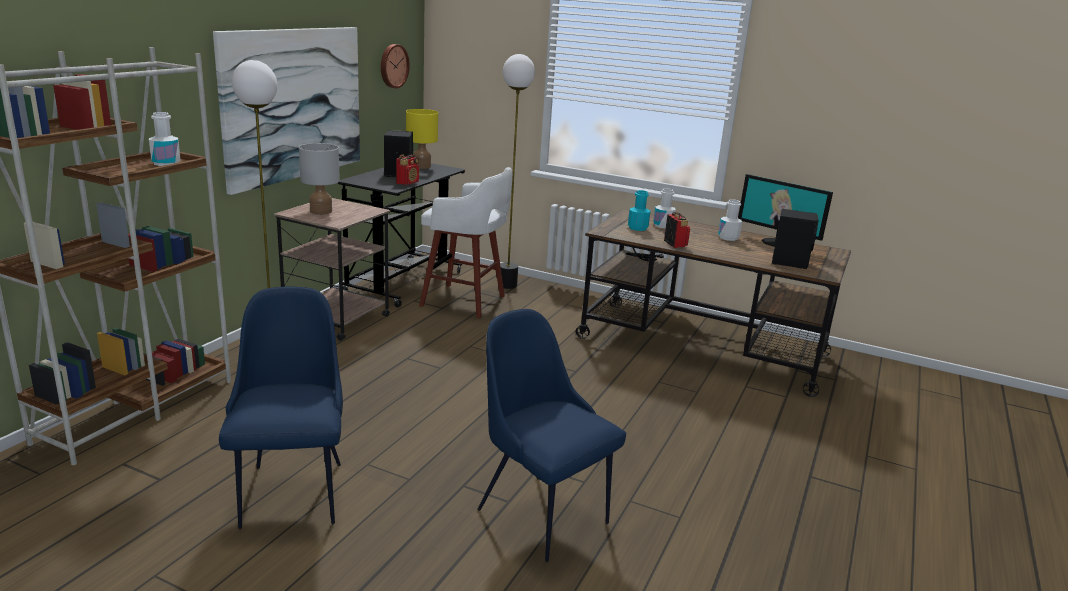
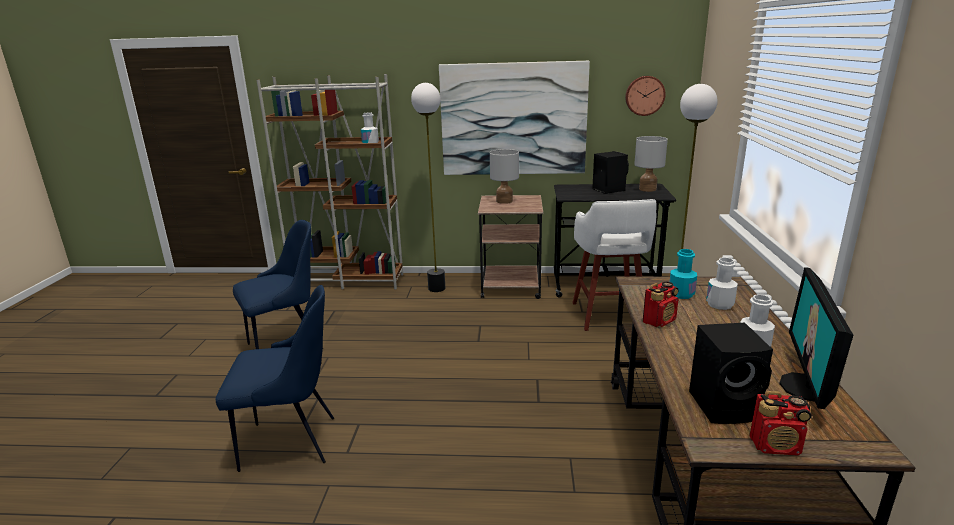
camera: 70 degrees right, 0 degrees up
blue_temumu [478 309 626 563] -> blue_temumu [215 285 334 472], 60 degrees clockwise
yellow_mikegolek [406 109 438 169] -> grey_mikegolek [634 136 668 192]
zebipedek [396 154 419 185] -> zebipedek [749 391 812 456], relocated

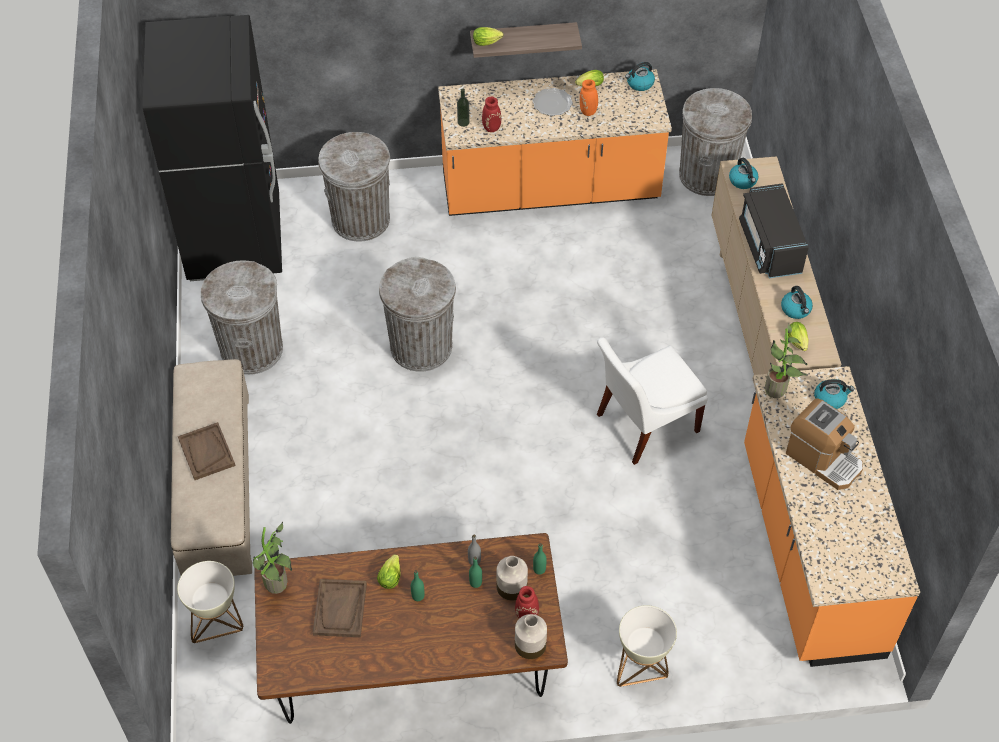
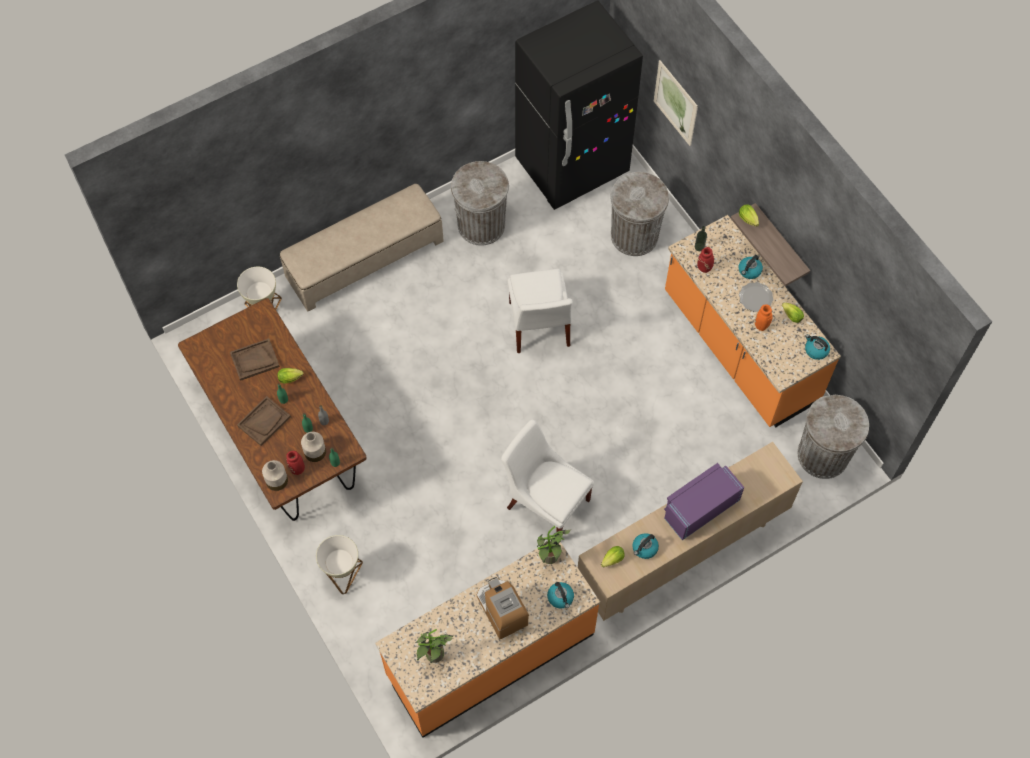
camera: 65 degrees right, 10 degrees up
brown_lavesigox [178 422 236 480] -> brown_lavesigox [237 396 291 446], relocated
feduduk [253 522 292 594] -> feduduk [416 629 454 663], relocated
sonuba [786 399 863 490] -> sonuba [477 577 529 640], 135 degrees clockwise
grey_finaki [379 257 456 372] -> white_temumu [508 269 573 353]
none -> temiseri [654 60 698 146]
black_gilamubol [739 183 809 278] -> purple_gilamubol [664 463 744 540]
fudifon [729 158 758 189] -> fudifon [739 255 763 279], relocated

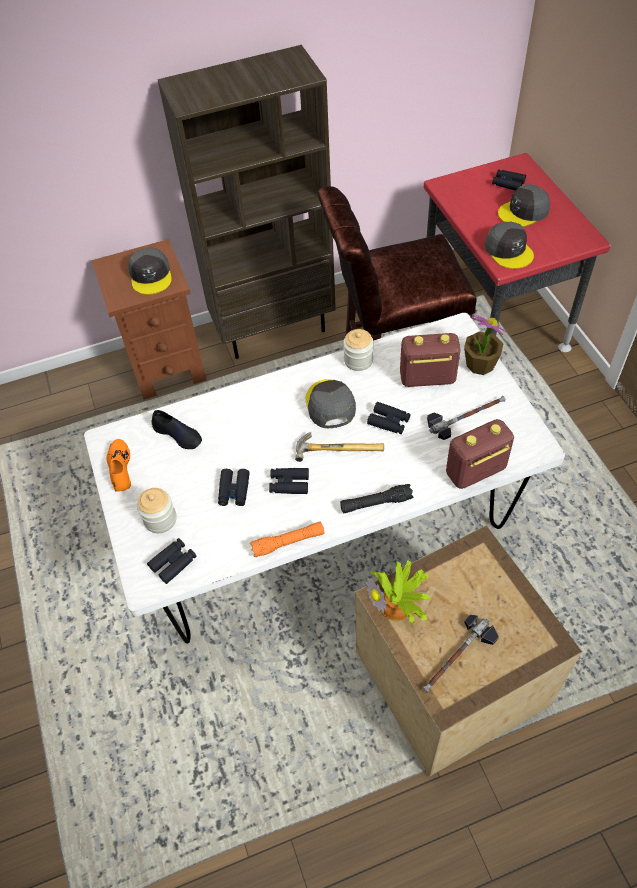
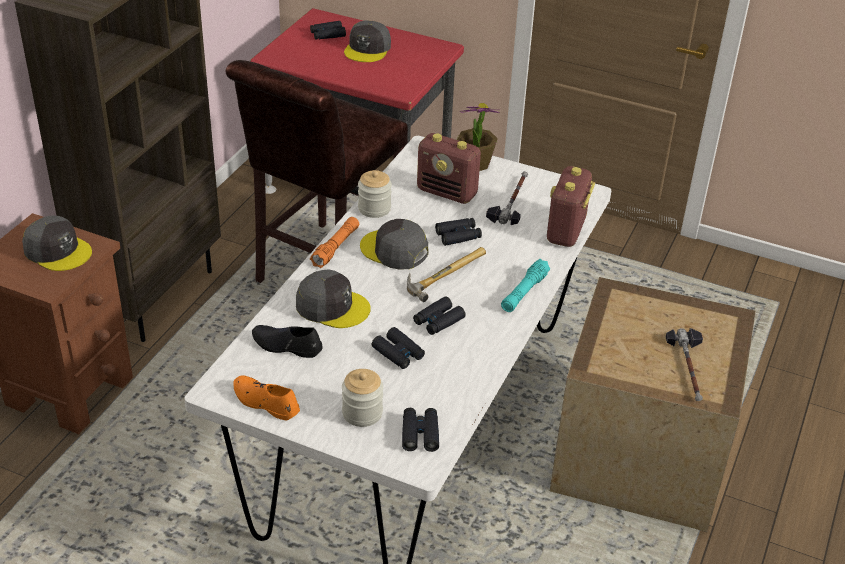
camera: 50 degrees left, 15 degrees down
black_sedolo [151 410 202 449] -> black_sedolo [252 325 323 358], 150 degrees counterclockwise
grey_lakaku [484 222 534 269] -> grey_lakaku [296 269 371 328], relocated
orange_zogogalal [250 521 325 557] -> orange_zogogalal [310 217 359 268], relocated
zebipedek [400 333 461 387] -> zebipedek [417 133 481 204], 105 degrees counterclockwise
black_zogogalal [340 484 414 514] -> turquoise_zogogalal [501 259 550 312]
feduduk [366 560 430 623] -> none

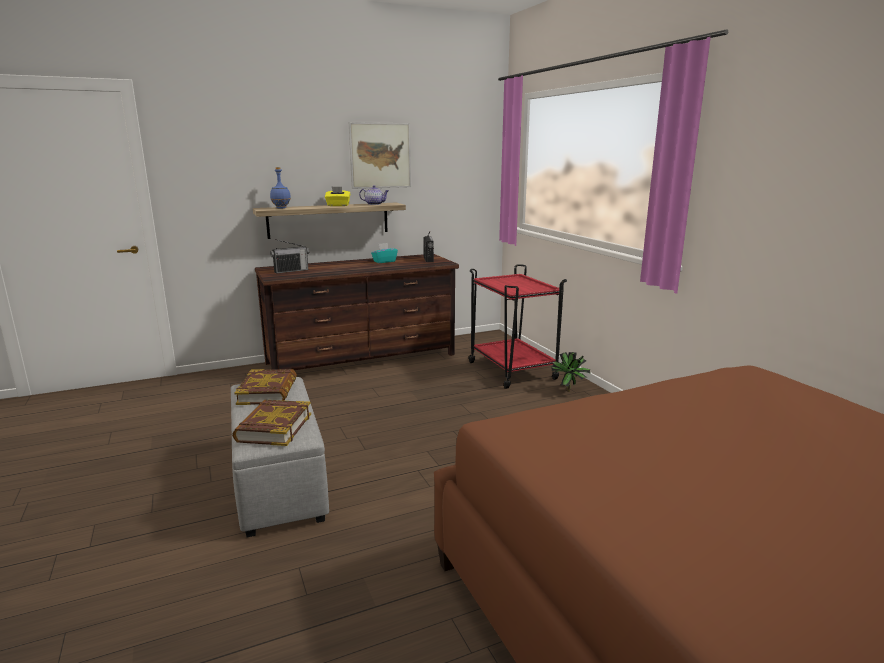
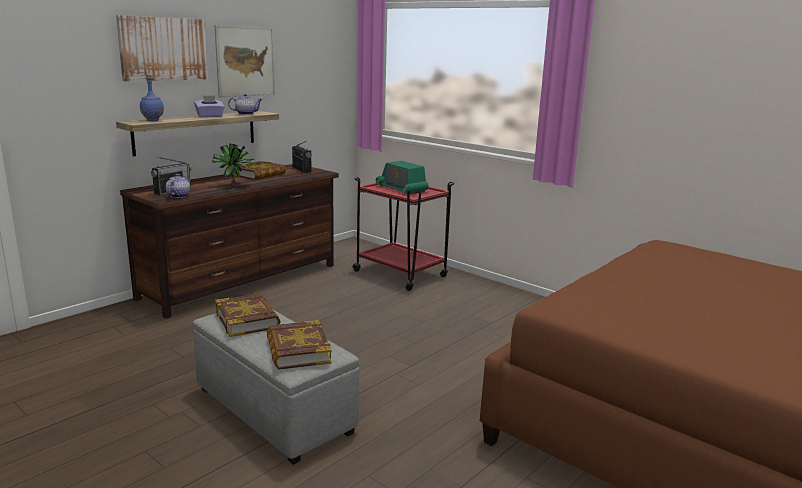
camera: 25 degrees left, 0 degrees up
none -> temiseri [116 15 208 82]
none -> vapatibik [166 174 190 198]
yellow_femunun [325 186 351 206] -> purple_femunun [194 95 224 117]
feduduk [551 352 591 392] -> feduduk [212 143 254 186], relocated
turquoise_femunun [371 243 398 263] -> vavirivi [235 161 286 180]
none -> zebipedek [376 161 429 194]

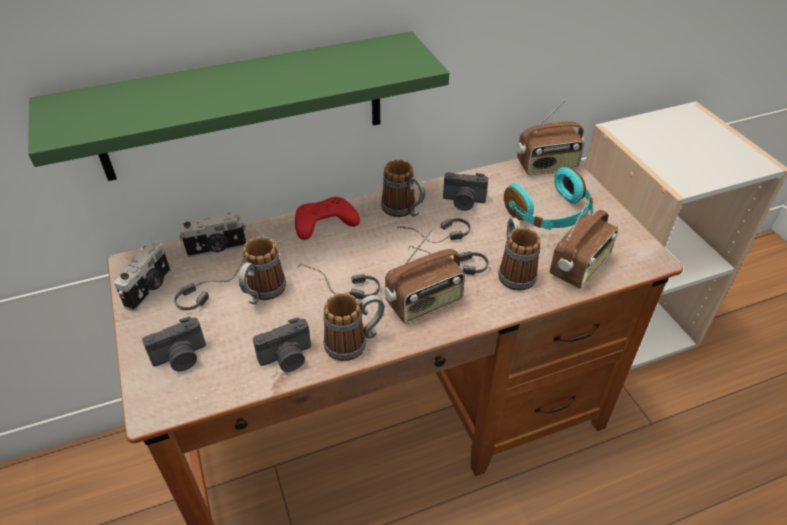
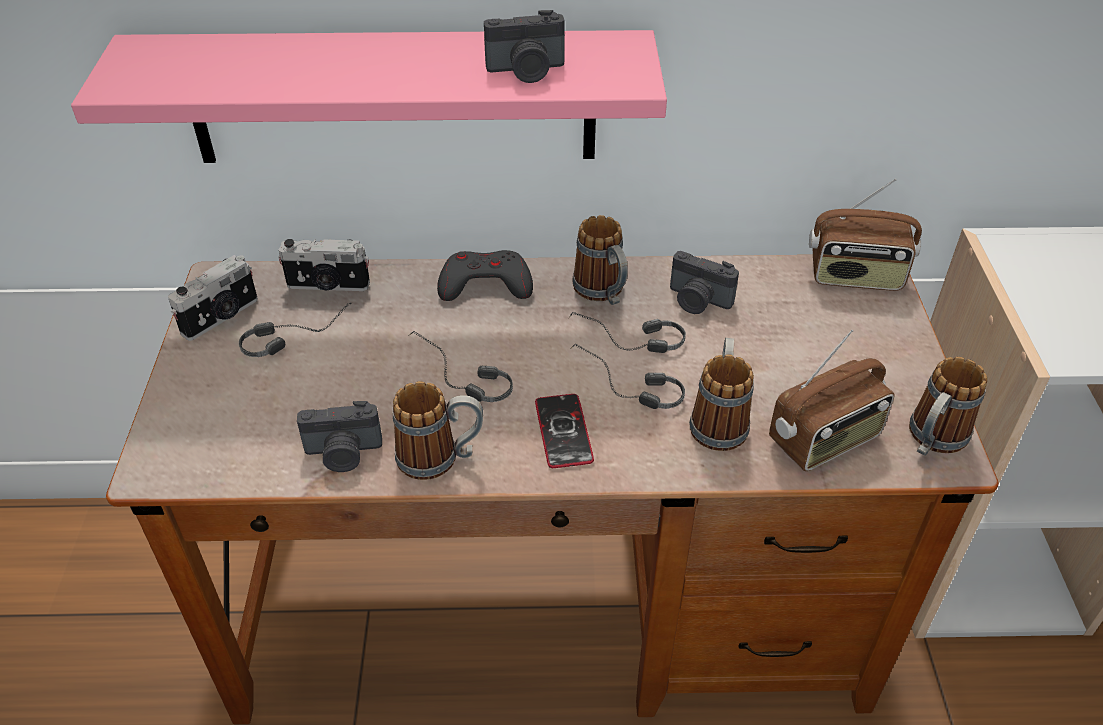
camera: 20 degrees right, 0 degrees up
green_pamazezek [28 31 449 181] -> pink_pamazezek [71 30 667 163]
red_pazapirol [295 197 360 240] -> grey_pazapirol [437 250 533 301]
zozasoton [142 317 206 371] -> zozasoton [484 10 565 83], relocated
zebipedek [384 229 465 324] -> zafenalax [535 394 594 468]
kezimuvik [239 237 286 305] -> kezimuvik [909 357 987 456], relocated
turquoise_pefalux [504 167 593 230] -> none

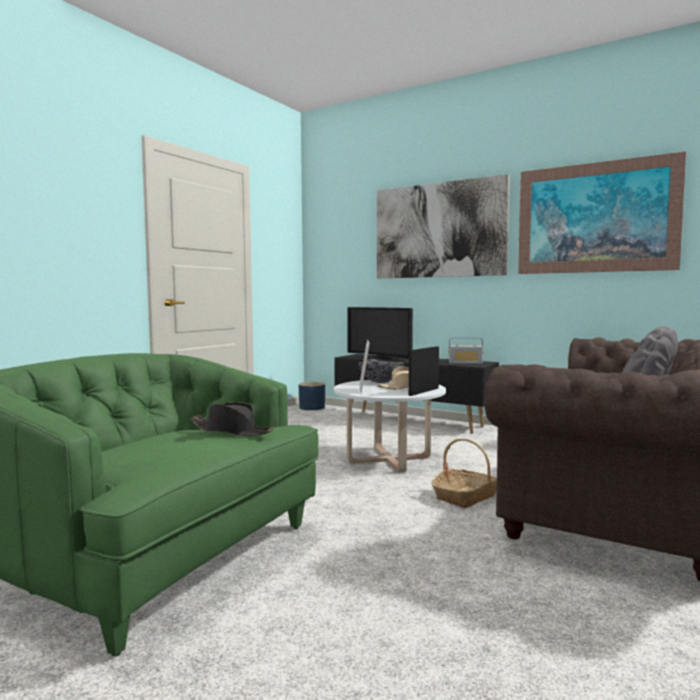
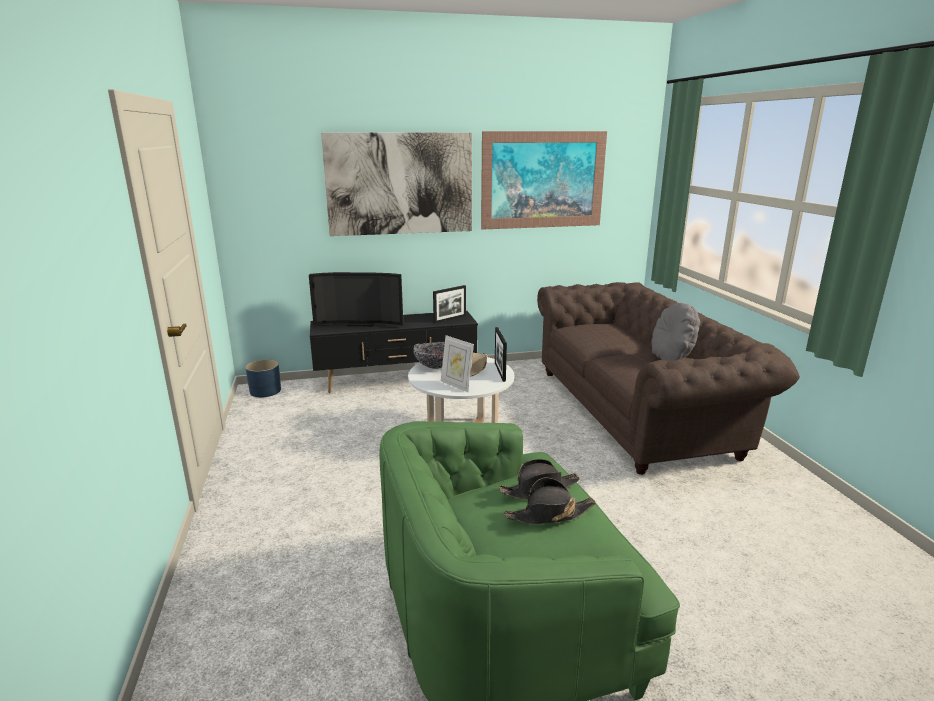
camera: 45 degrees left, 15 degrees up
zebipedek [448 337 484 364] -> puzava [433 285 466 323]
none -> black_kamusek [504 477 596 524]
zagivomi [431 439 497 508] -> none

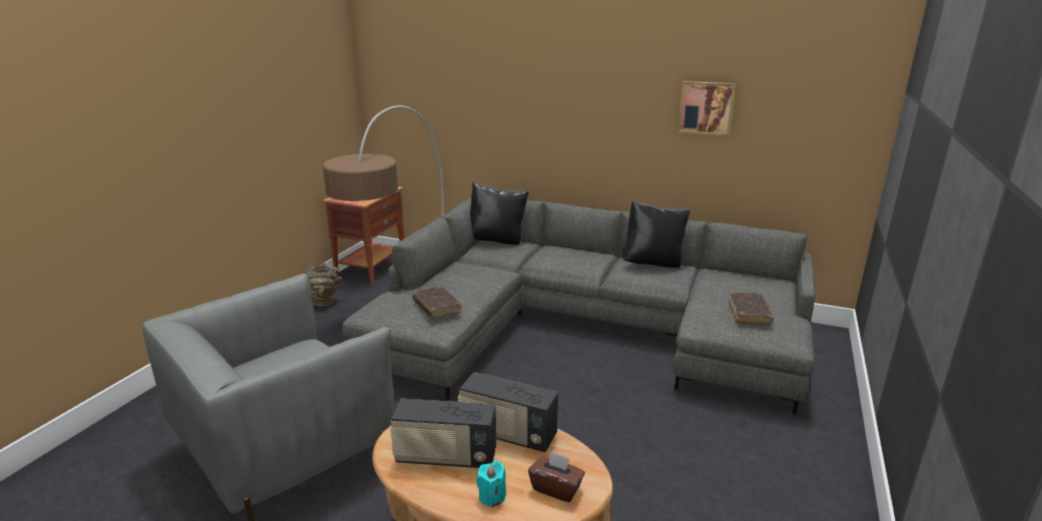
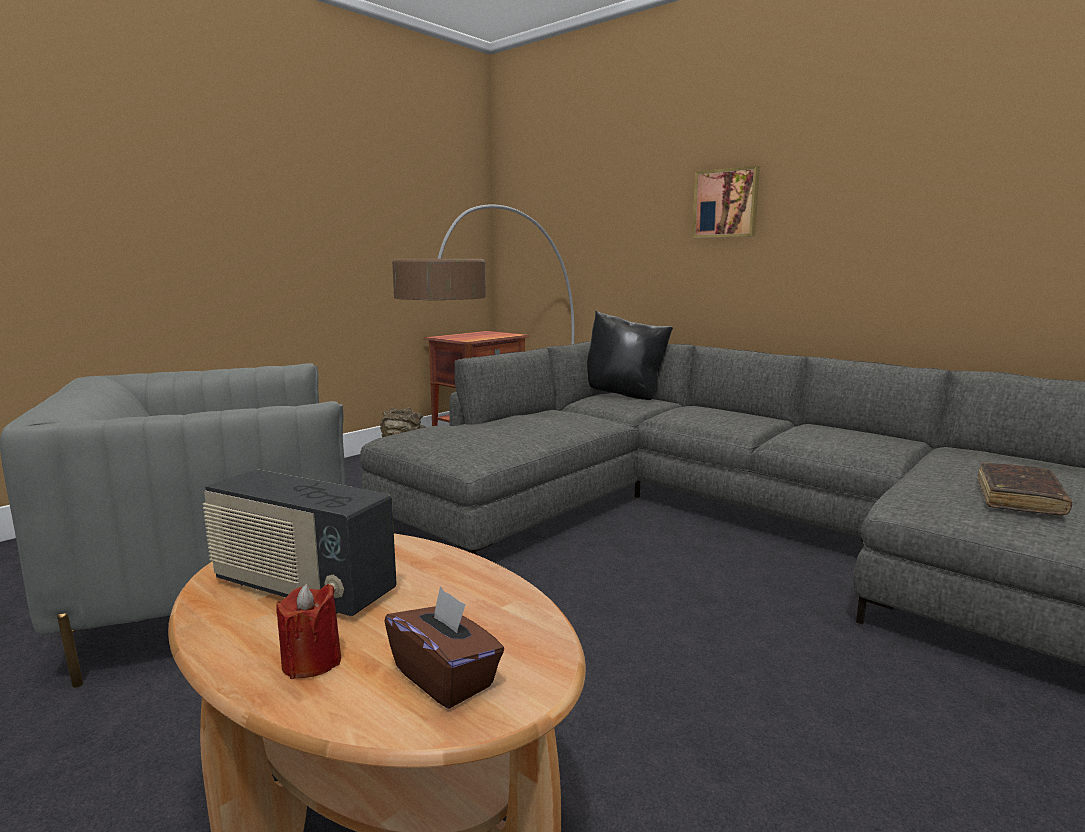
camera: 20 degrees right, 10 degrees down
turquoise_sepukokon [476 461 506 507] -> red_sepukokon [276 584 341 679]
temiseri [677 81 736 136] -> temiseri [692 166 760 238], relocated
brown_vavirivi [412 286 461 318] -> none
zebipedek [458 372 558 452] -> none
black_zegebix [623 201 690 268] -> none

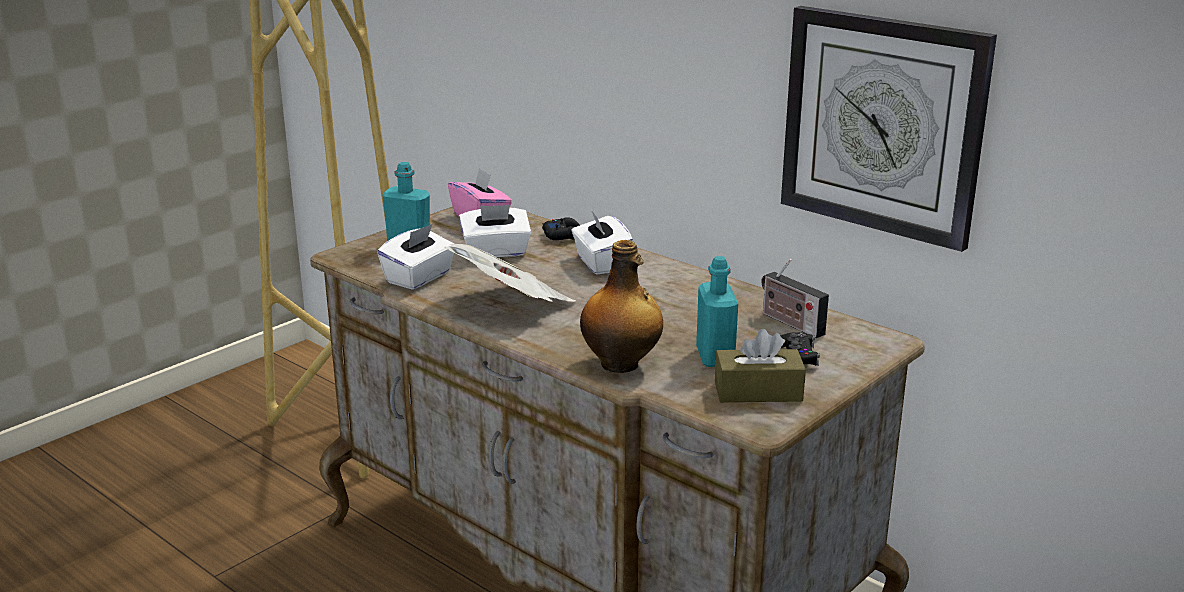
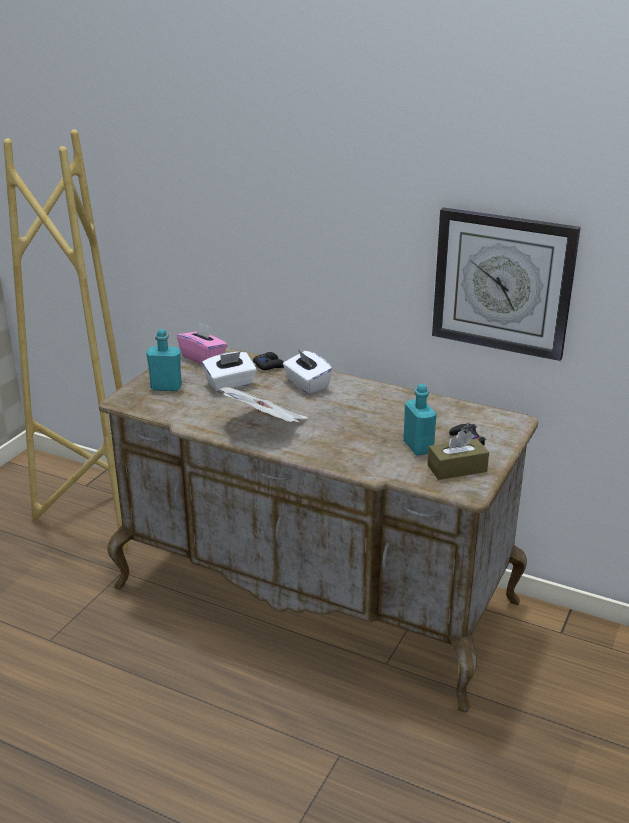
camera: 15 degrees left, 5 degrees up
white_femunun [377 224 454 290] -> none
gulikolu [580 240 663 373] -> none
zebipedek [761 259 829 338] -> none

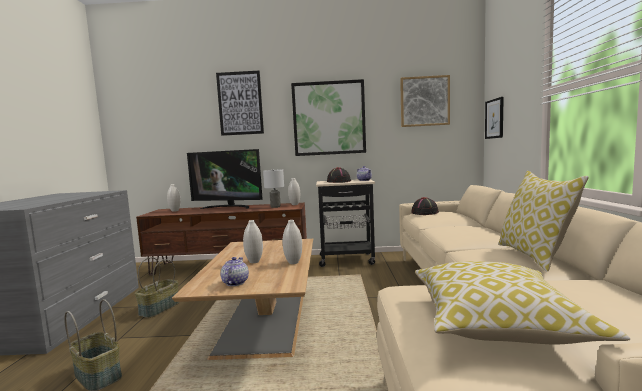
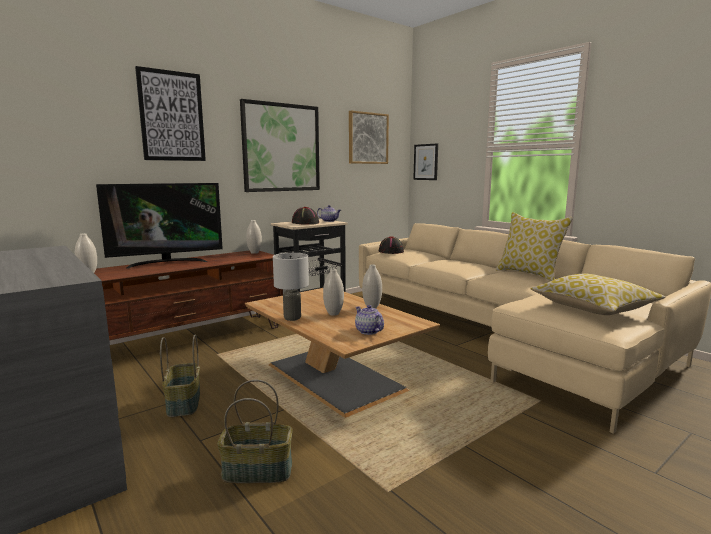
camera: 40 degrees left, 5 degrees up
white_mikegolek [263 169 284 208] -> white_mikegolek [273 253 309 321], relocated

